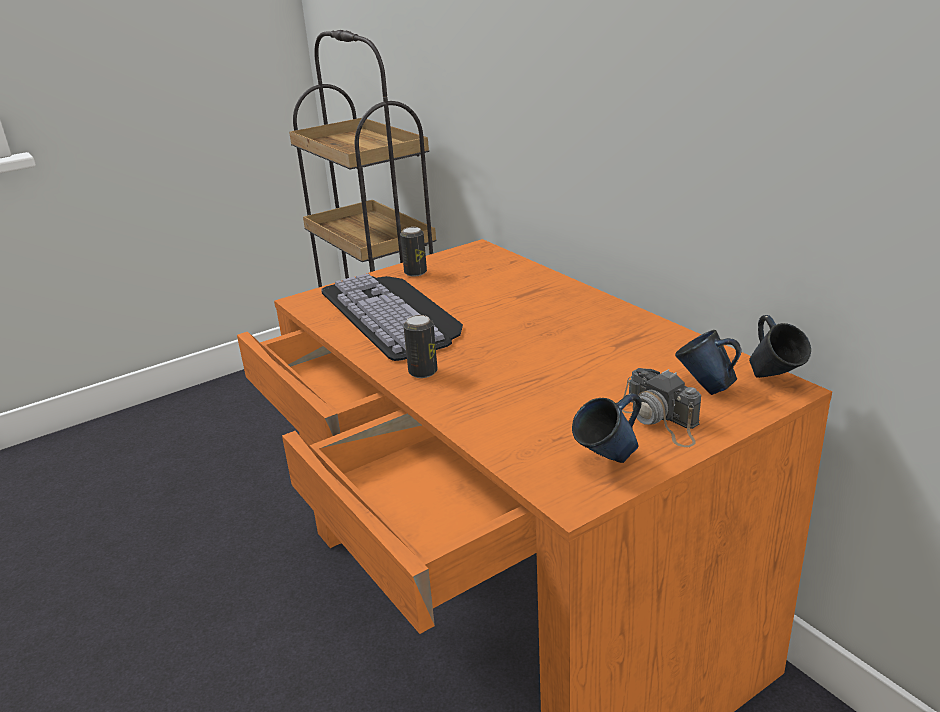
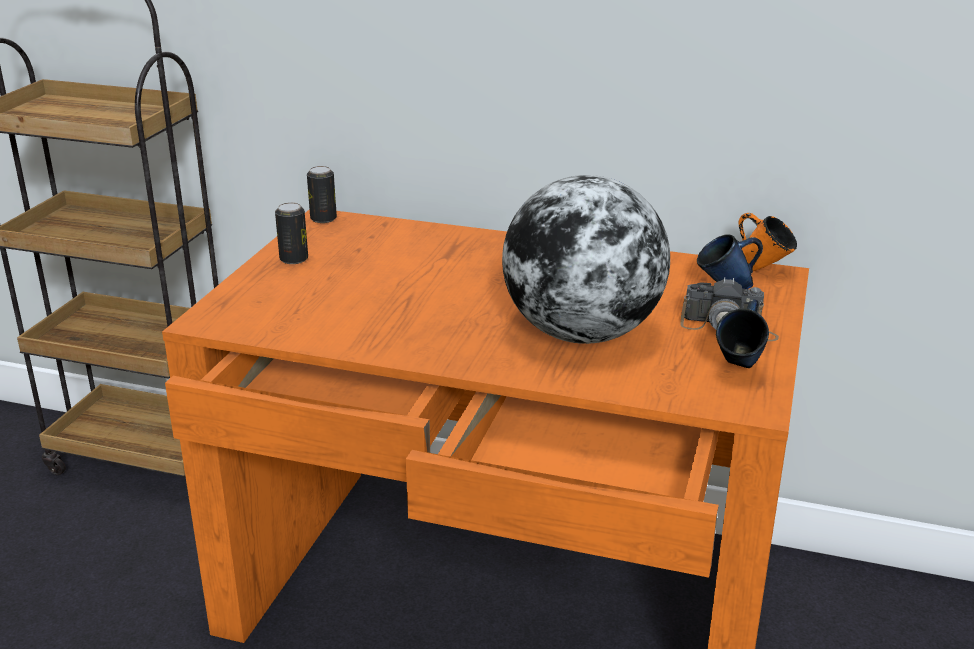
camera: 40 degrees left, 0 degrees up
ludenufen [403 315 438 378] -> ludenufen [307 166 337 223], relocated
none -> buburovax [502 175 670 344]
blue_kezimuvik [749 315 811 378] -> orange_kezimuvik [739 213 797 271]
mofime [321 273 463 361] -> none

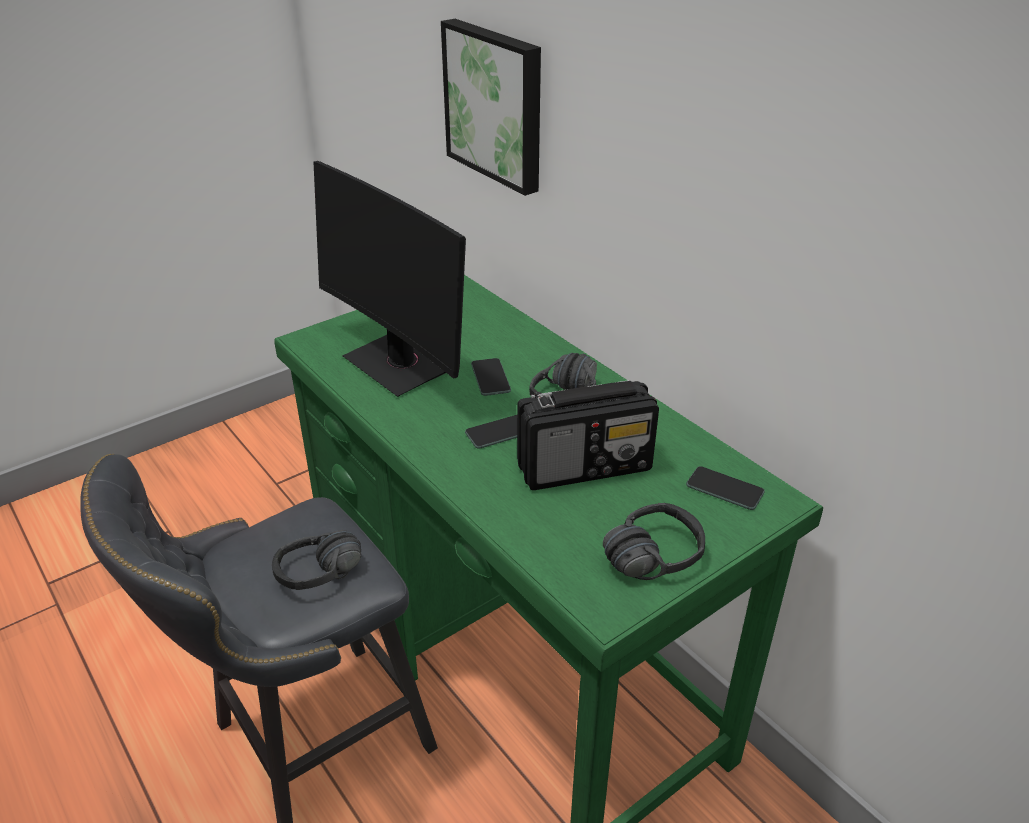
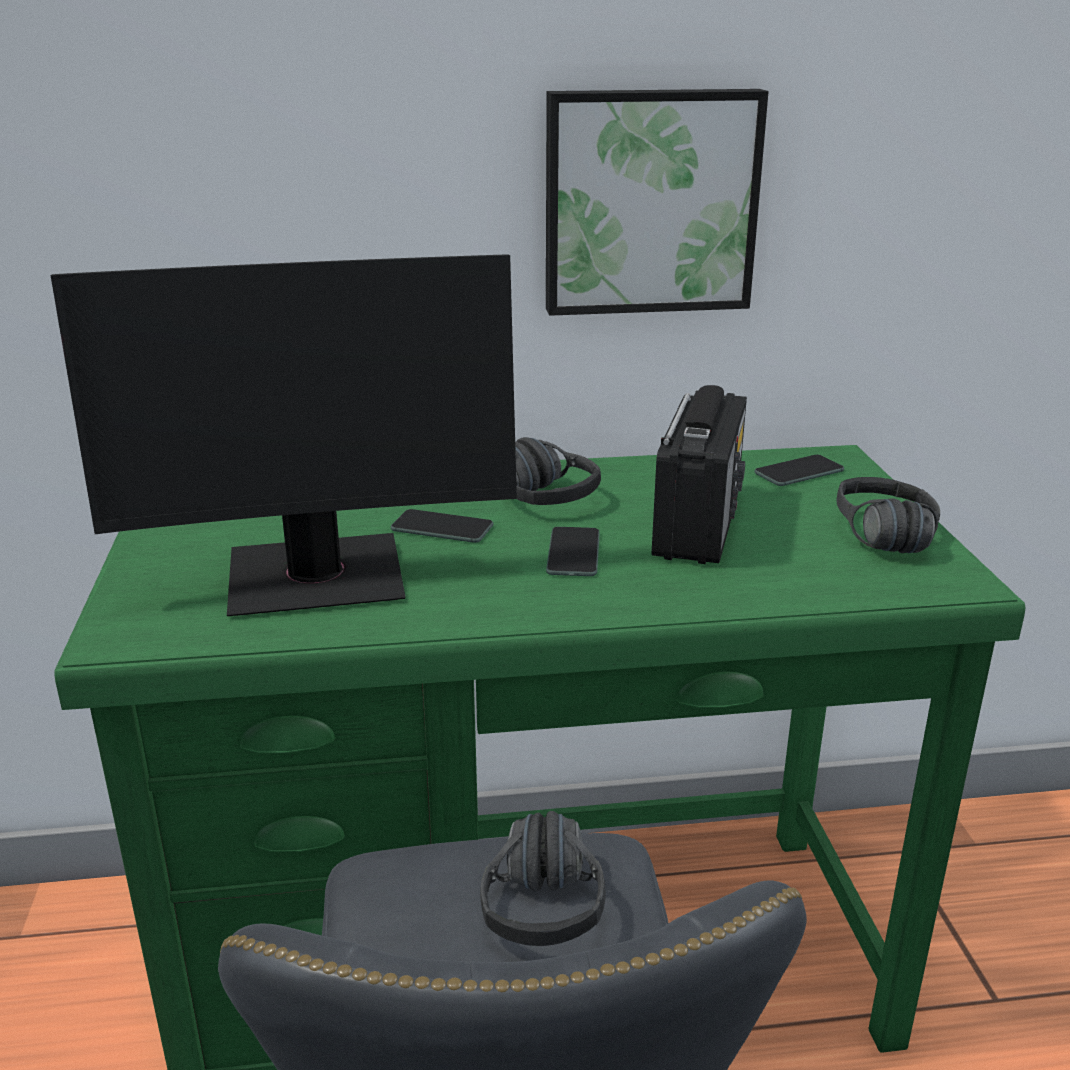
camera: 60 degrees left, 10 degrees down
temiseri [441 19 541 196] -> temiseri [546 89 769 316], relocated

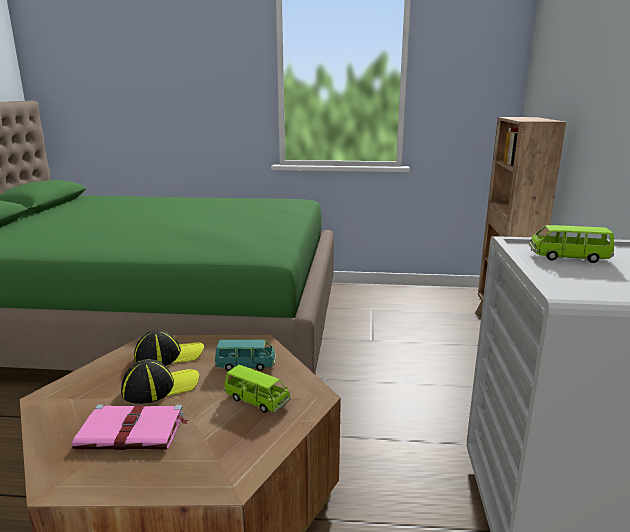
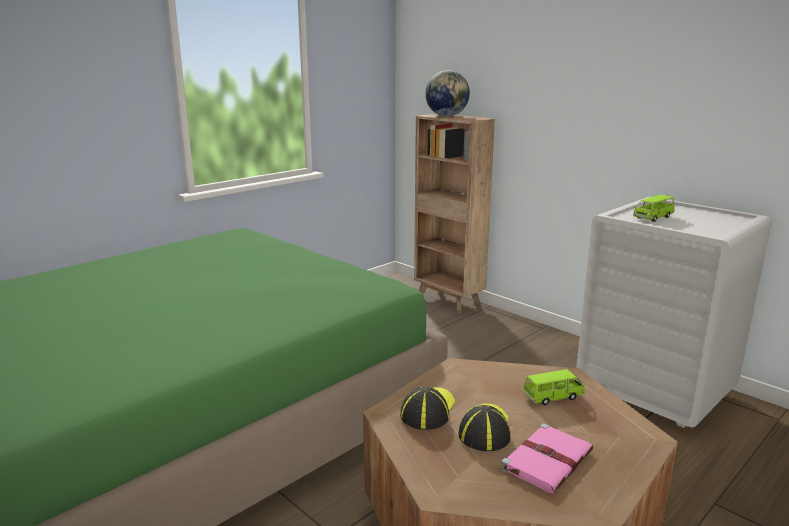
camera: 50 degrees left, 0 degrees up
none -> buburovax [425 70 470 117]
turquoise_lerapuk [215 340 276 371] -> none

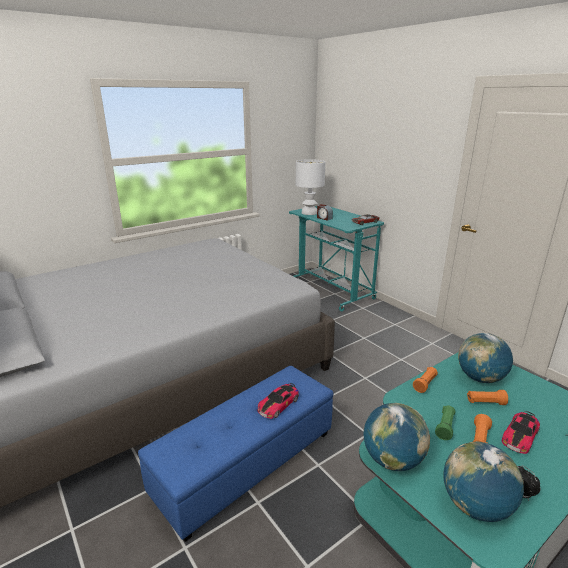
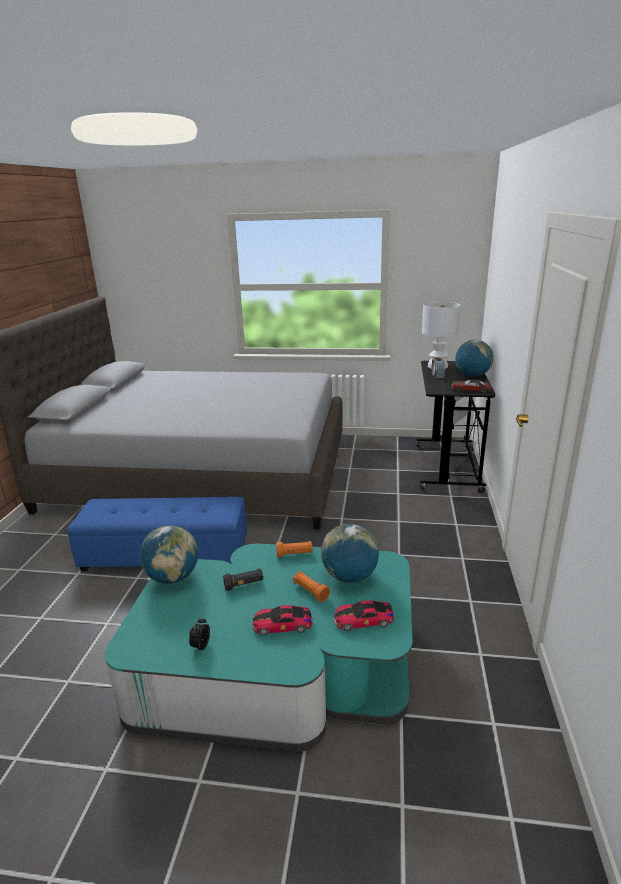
camera: 45 degrees right, 0 degrees up
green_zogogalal [435 405 455 440] -> black_zogogalal [223 568 264 591]
lerapuk [257 383 299 419] -> lerapuk [334 600 394 631], relocated
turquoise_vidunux [289 206 384 311] -> black_vidunux [417 361 495 493]
buburovax [443 441 524 522] -> buburovax [455 340 493 377], relocated
orange_zogogalal [473 414 492 443] -> none

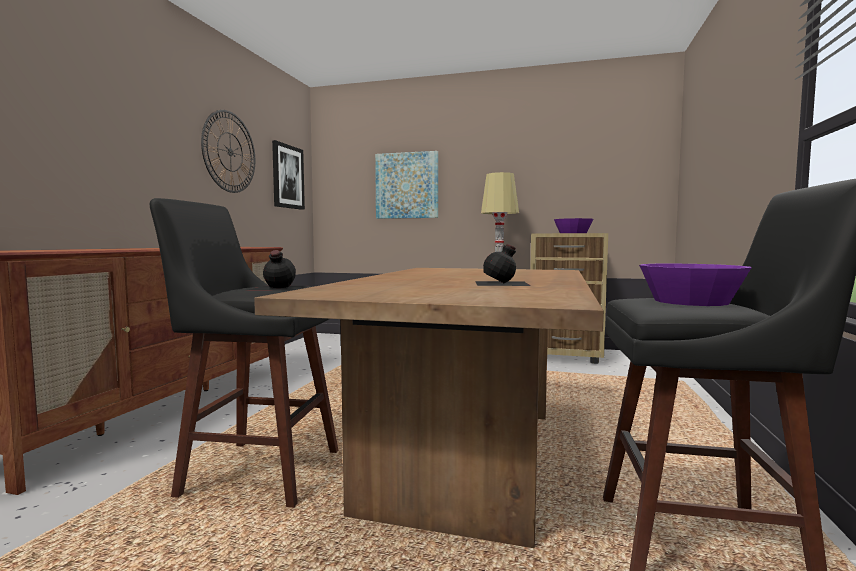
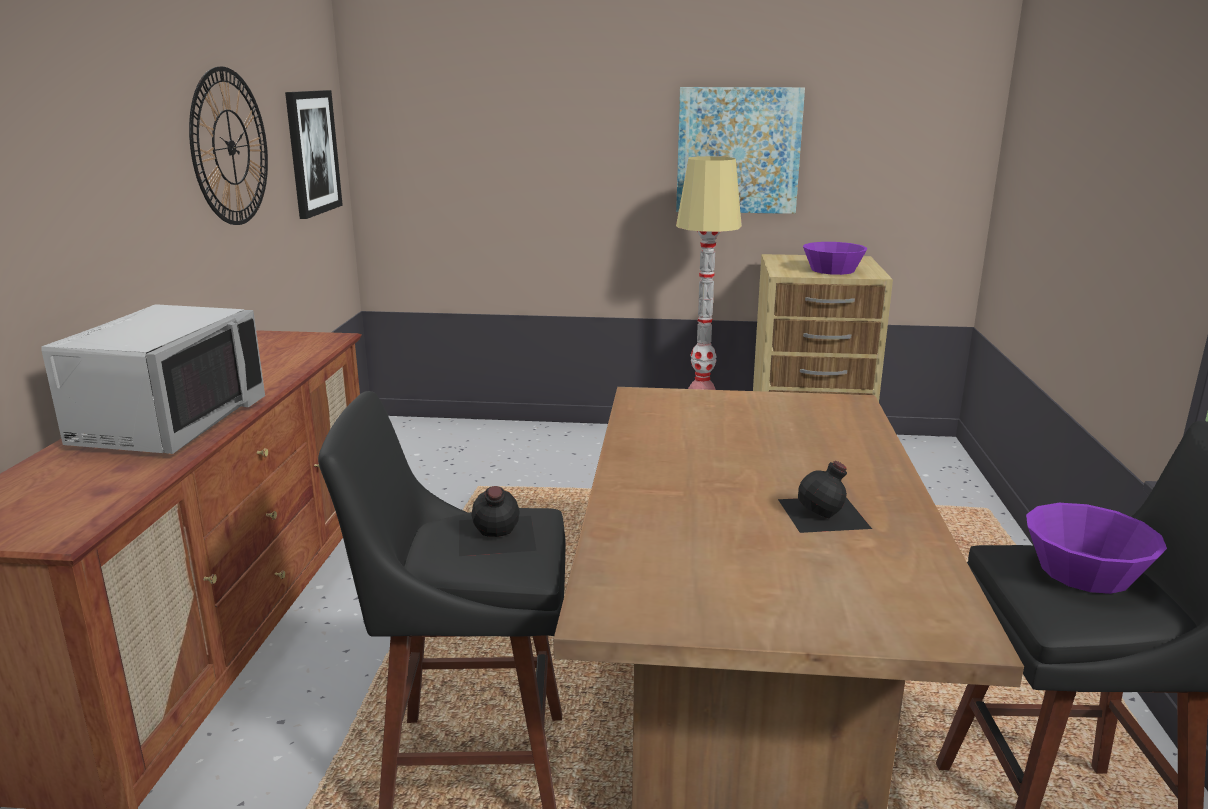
camera: 10 degrees left, 15 degrees up
none -> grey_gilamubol [41 304 265 454]
temiseri [375 151 438 219] -> temiseri [676 87 805 214], relocated

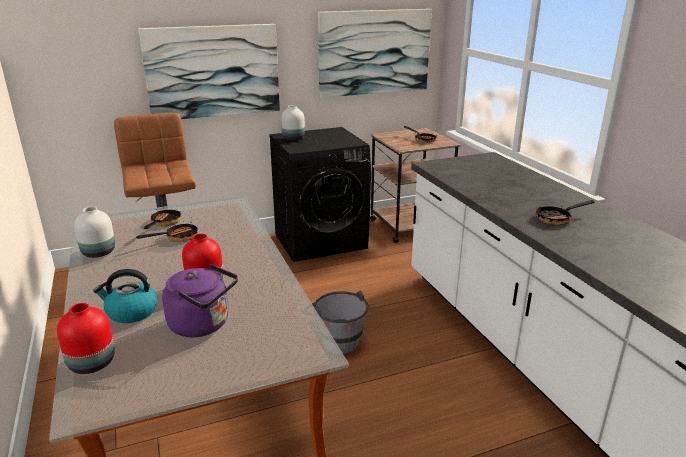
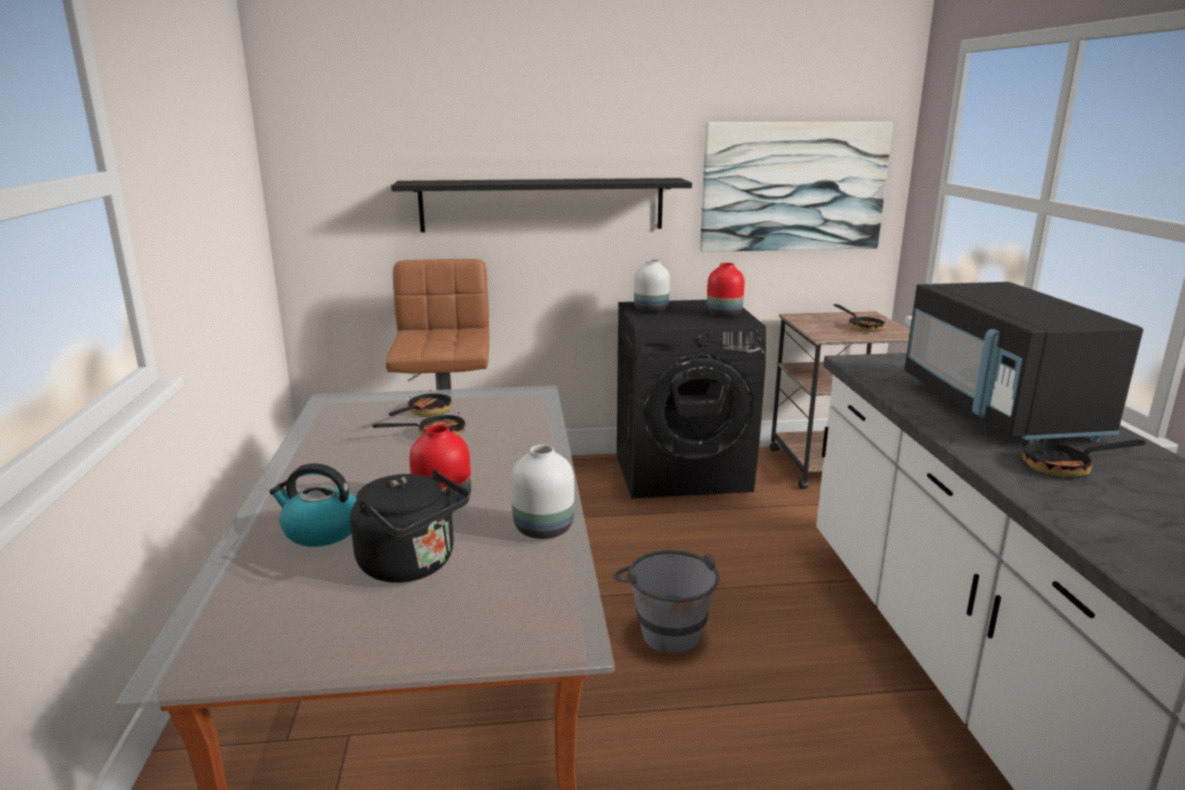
camera: 15 degrees right, 5 degrees down
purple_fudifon [162 264 238 337] -> black_fudifon [350 469 470 583]
temiseri [138 24 280 119] -> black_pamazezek [391 178 692 233]
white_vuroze [74 207 115 258] -> white_vuroze [511 445 574 539], relocated
red_vuroze [57 303 115 374] -> red_vuroze [707 263 745 317], relocated
none -> black_gilamubol [905 282 1143 443]

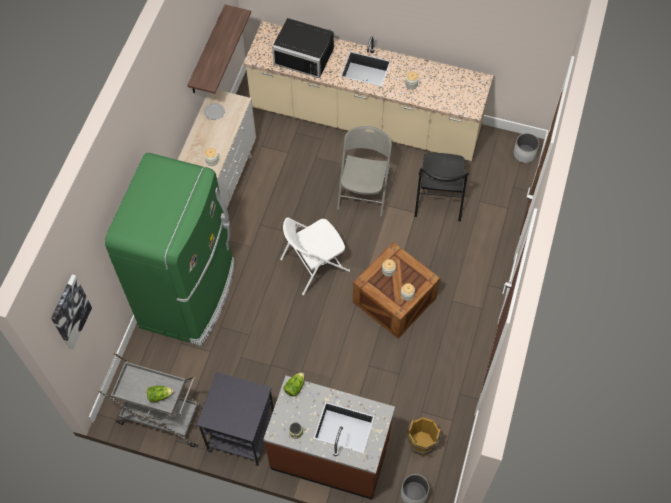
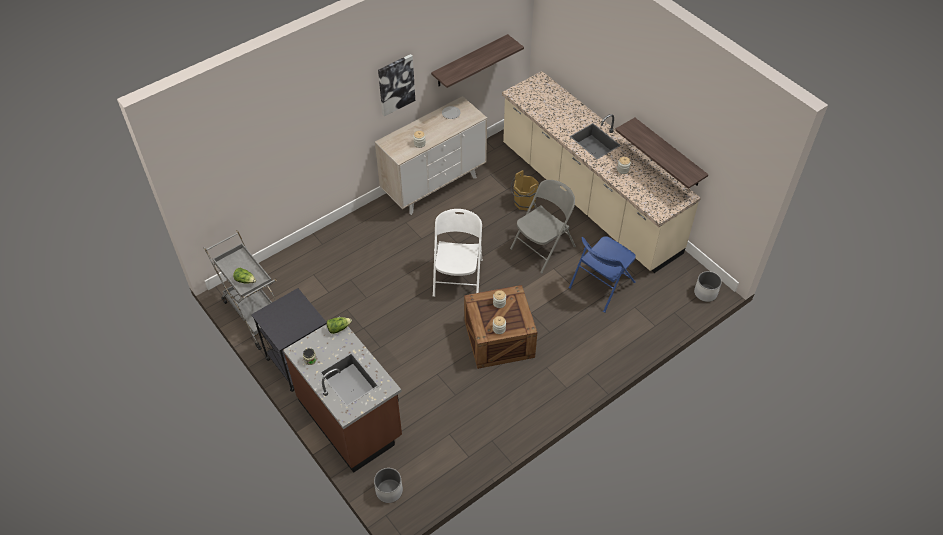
camera: 35 degrees right, 10 degrees down
temiseri [51 275 92 350] -> temiseri [378 54 415 117], relocated
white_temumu [280 217 350 296] -> white_temumu [433 209 483 297], 90 degrees clockwise
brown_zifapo [407 418 441 456] -> brown_zifapo [511 170 539 211], relocated
black_temumu [414 153 469 222] -> blue_temumu [569 236 636 313]
none -> pamazezek [615 118 708 189]
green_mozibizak [105 153 235 346] -> none
black_gilamubol [272 18 334 78] -> none

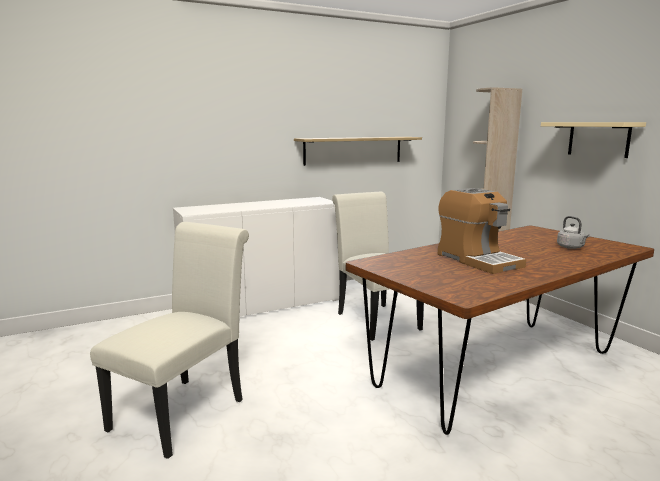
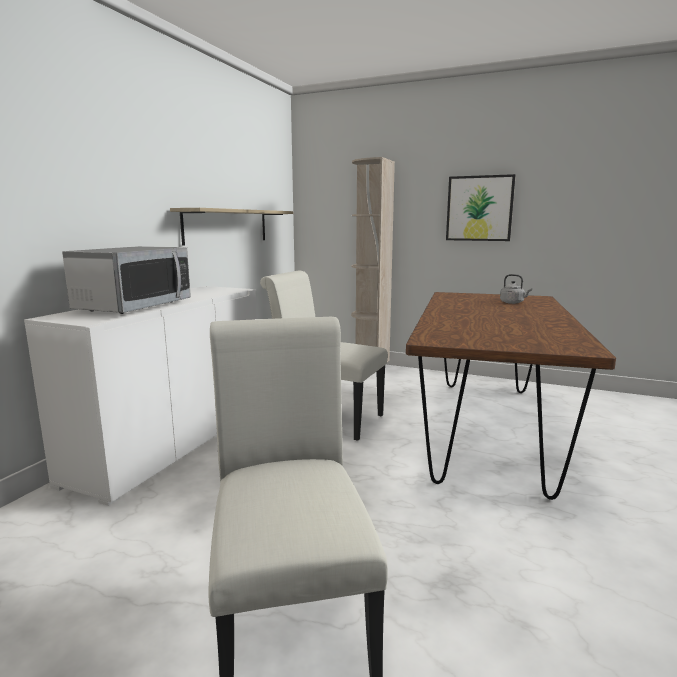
camera: 40 degrees left, 0 degrees up
none -> gilamubol [62 246 191 314]
beige_pamazezek [541 122 646 158] -> temiseri [446 174 516 241]
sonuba [438 188 526 274] -> none

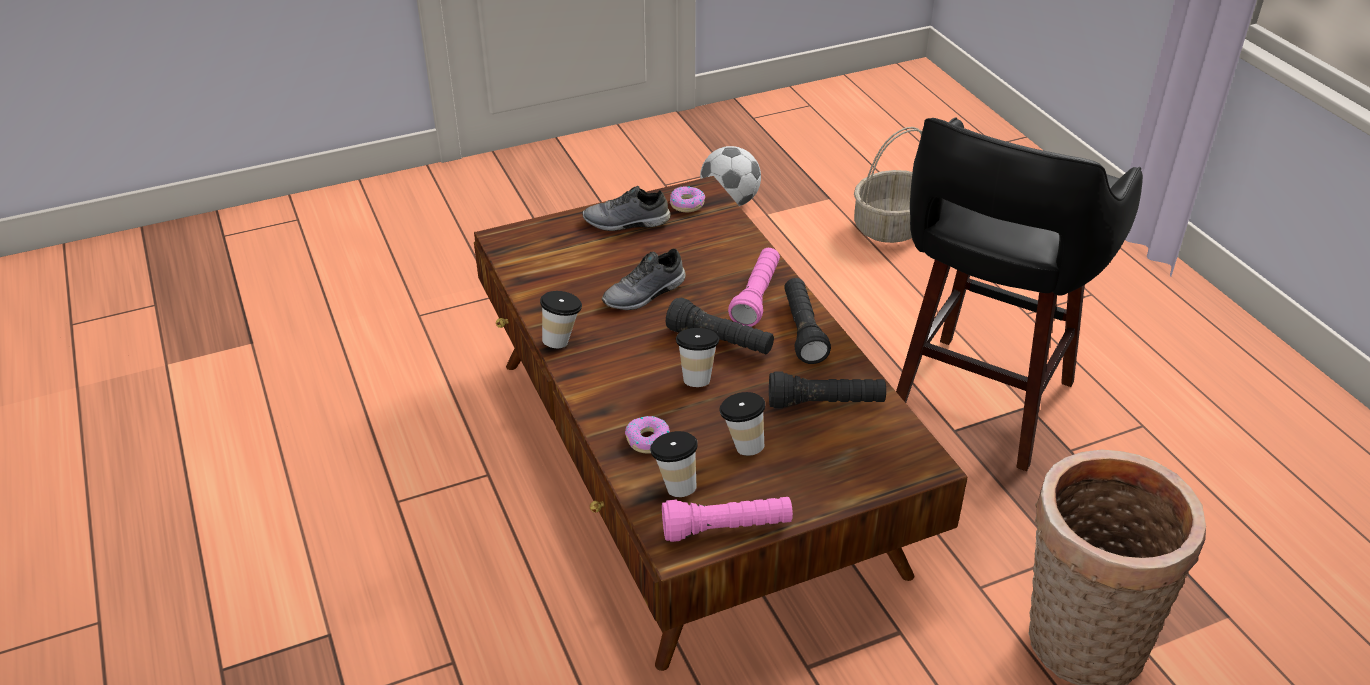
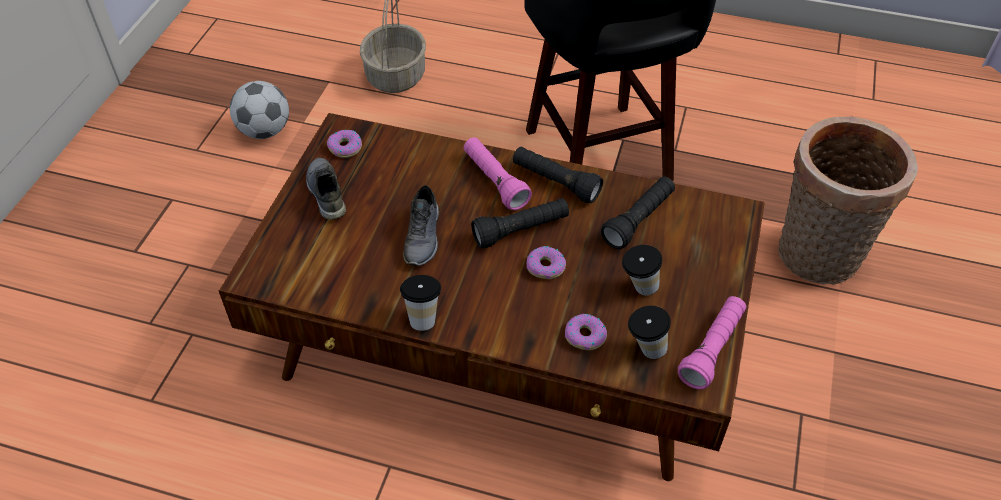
camera: 50 degrees left, 10 degrees up
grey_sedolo [582 186 671 231] -> grey_sedolo [306 157 346 220], 120 degrees clockwise
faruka [676 328 719 387] -> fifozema [527 246 566 279]

